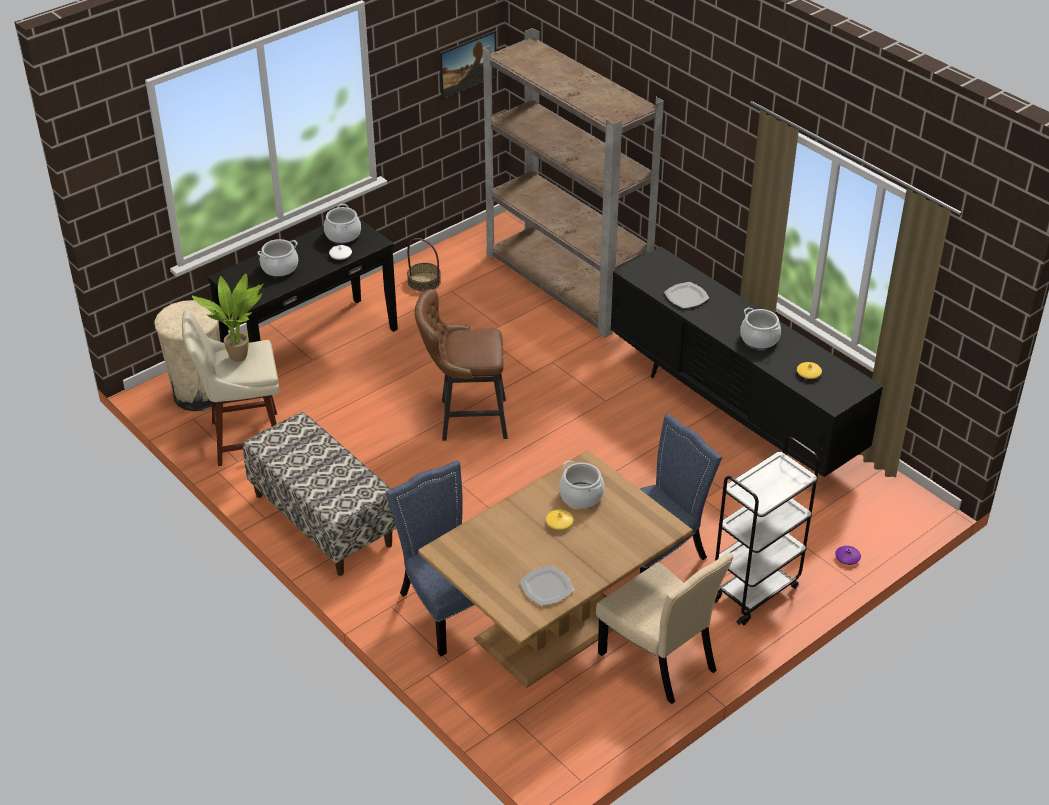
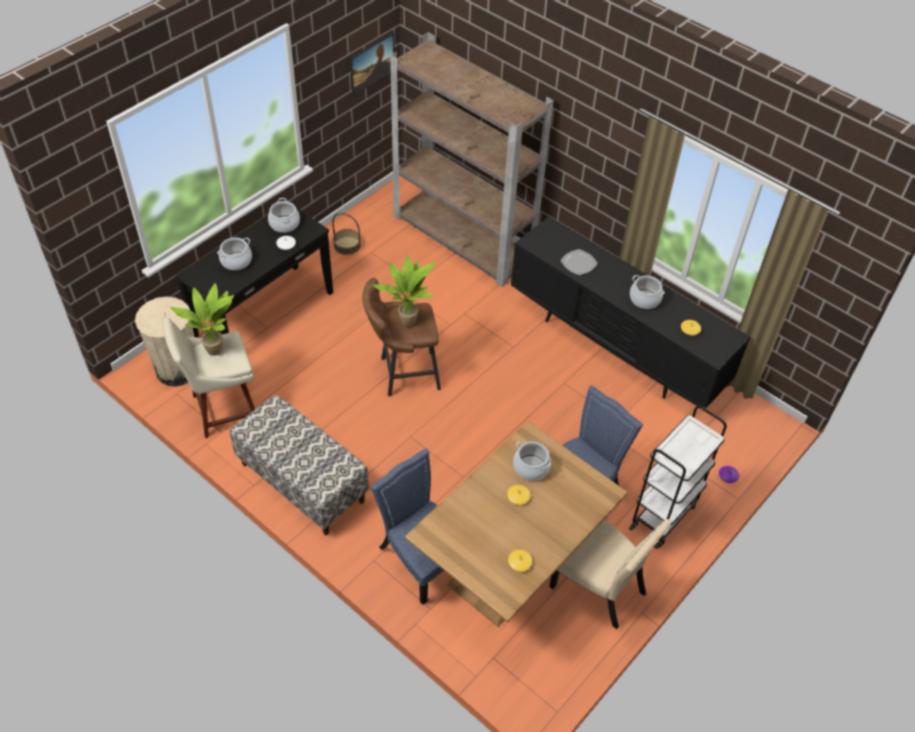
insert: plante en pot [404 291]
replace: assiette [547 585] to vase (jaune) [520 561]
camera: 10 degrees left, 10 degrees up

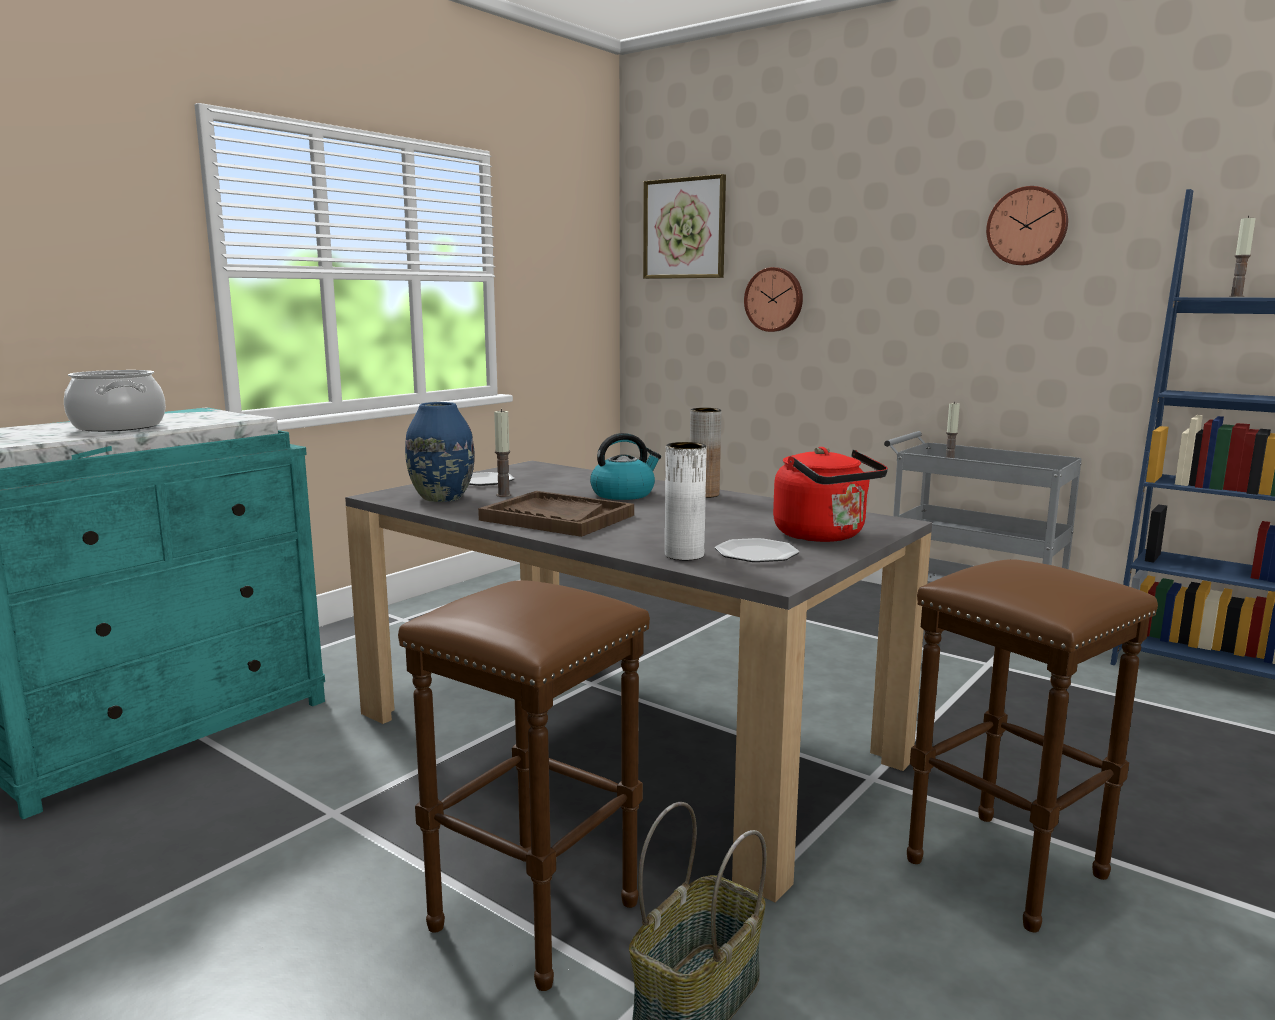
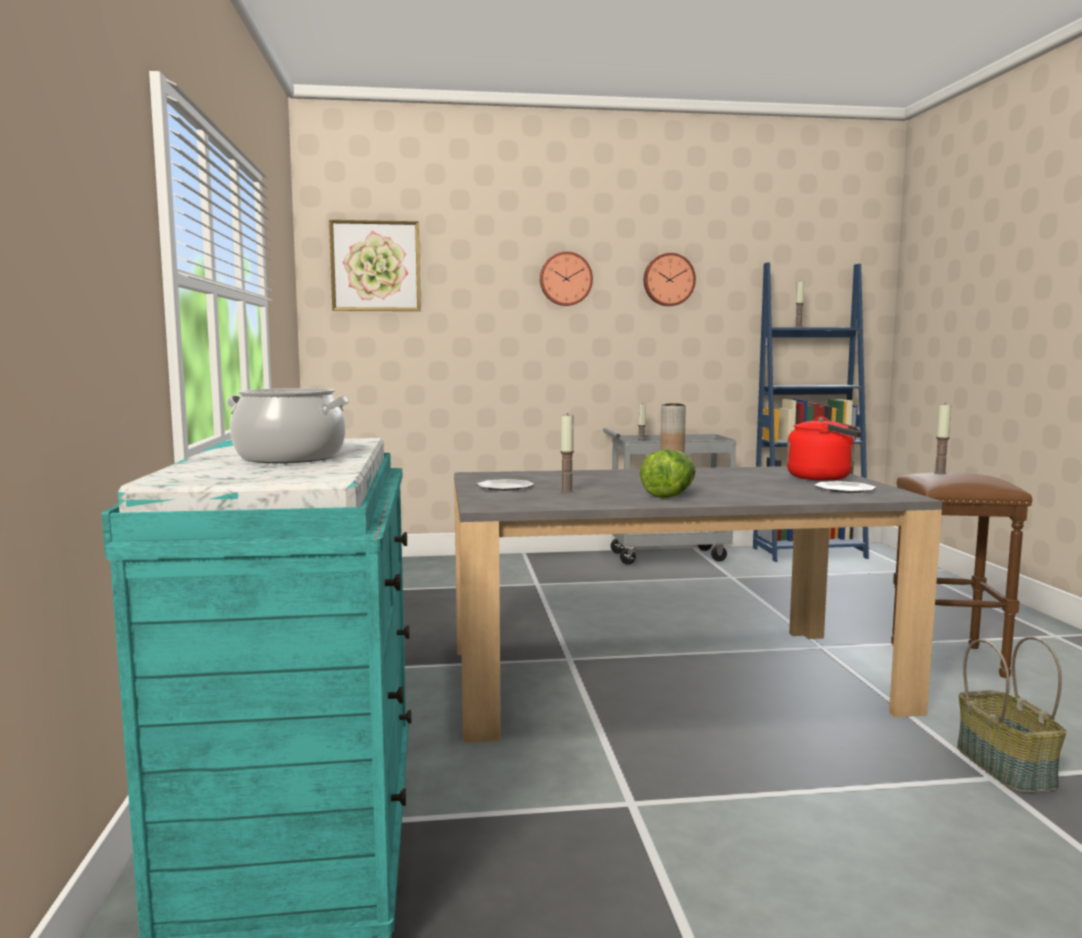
delete: vase (bleu) [440 452]; bouilloire [625 466]; vase (blanc) [686 501]; tabouret (marron) [524 785]
insert: bougie [942 438]
move: horloge murale [773 299] to [566 278]
replace: plateau (marron) [556 514] to laitue [668 473]
camera: 45 degrees left, 5 degrees down

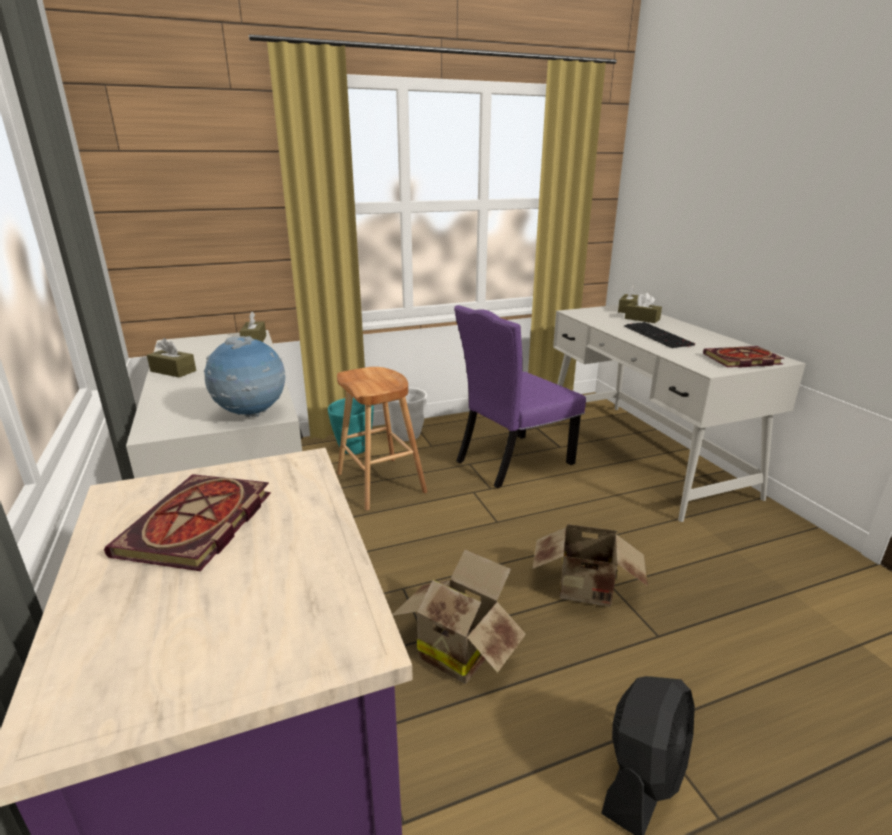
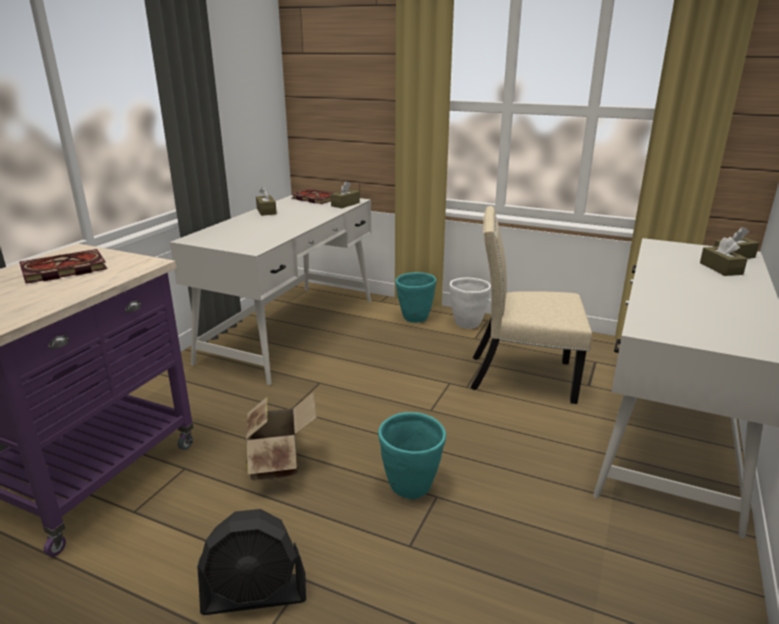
delete: clavier [659 335]; globe [244 376]; tabouret (marron) [382 439]
move: livre [744 357] to [312 196]
replace: carton [590 565] to cache-pot (turquoise) [412 455]
recolor: chaise (violet) [520 396] to chaise (beige) [531 305]
camera: 45 degrees right, 0 degrees up

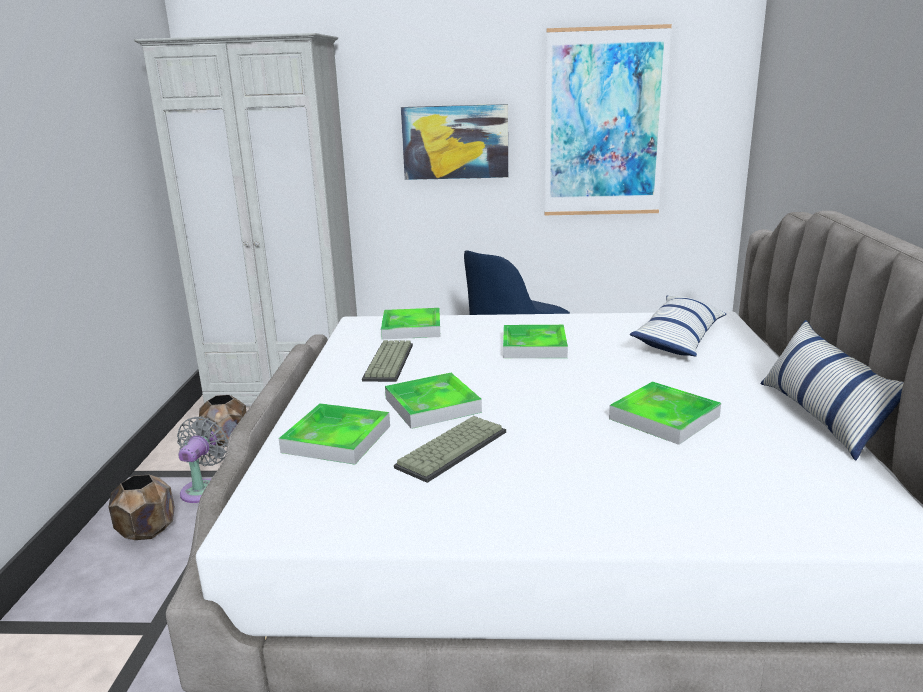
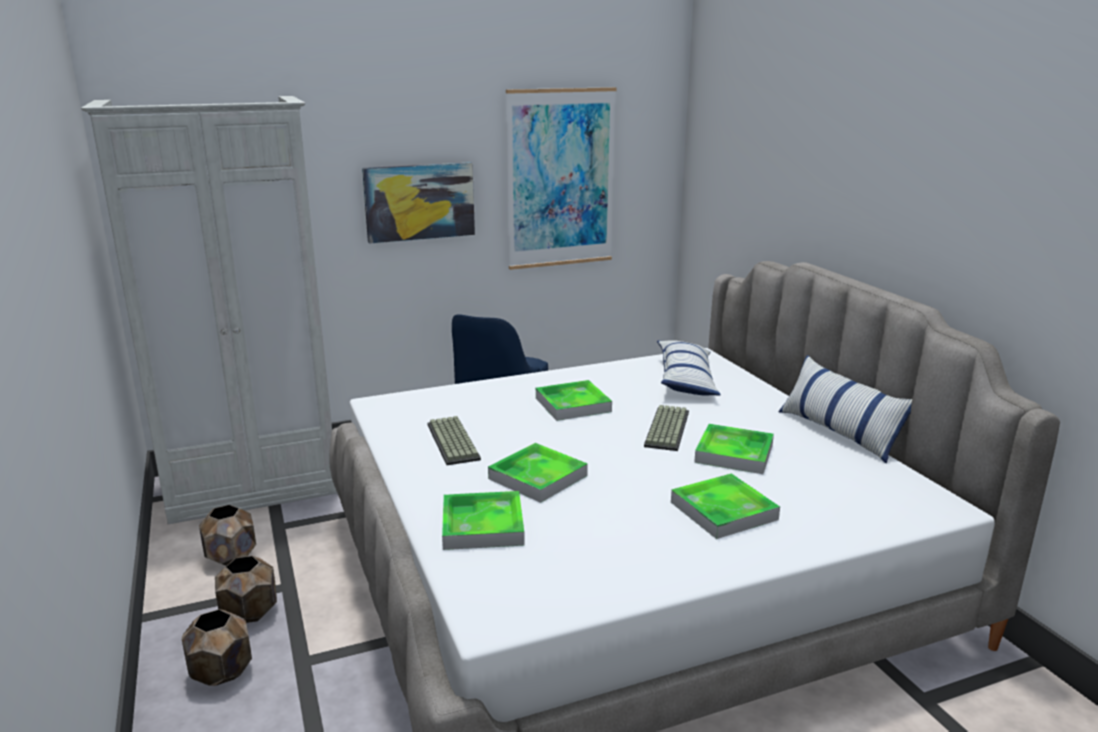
move: plateau [411 323] to [725 506]; clavier [450 449] to [666 428]
replace: ventilateur (gris) [202 459] to cache-pot (marron) [246 589]
camera: 25 degrees left, 0 degrees up

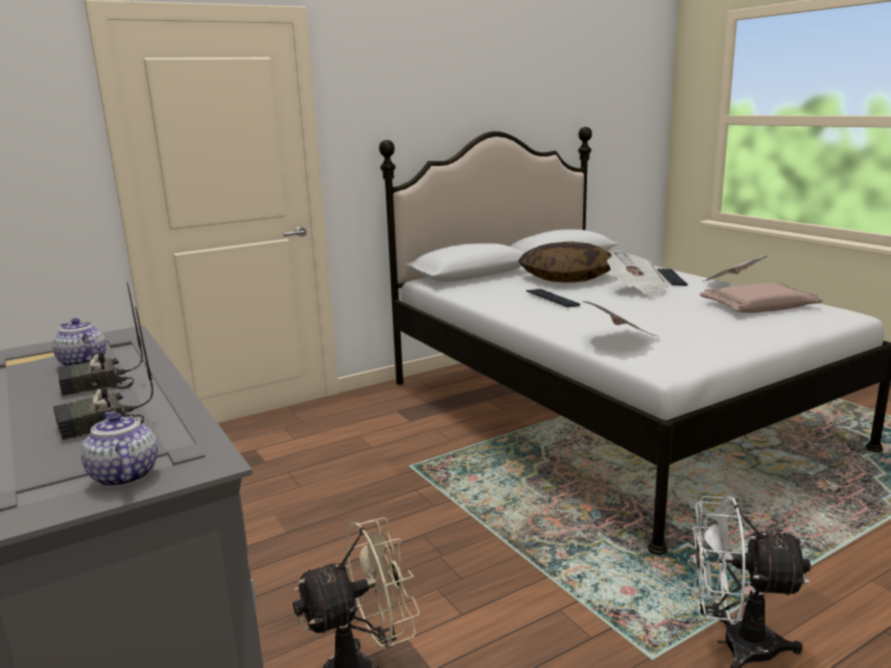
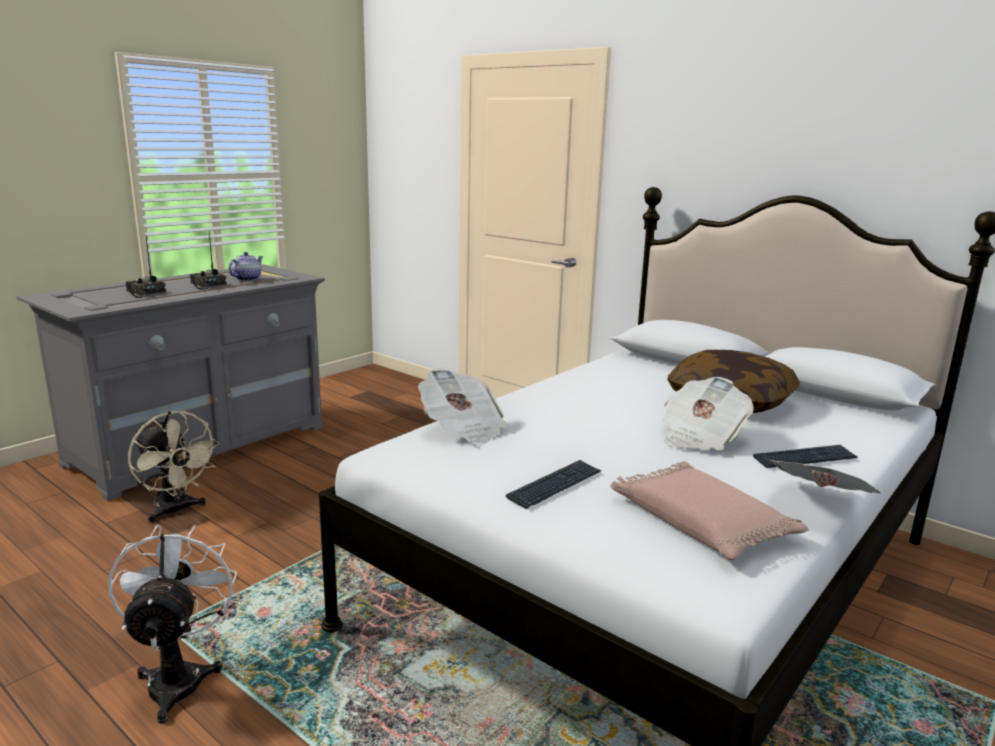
delete: théière [119 449]
move: clavier [553 298] to [554 484]
camera: 70 degrees right, 0 degrees up

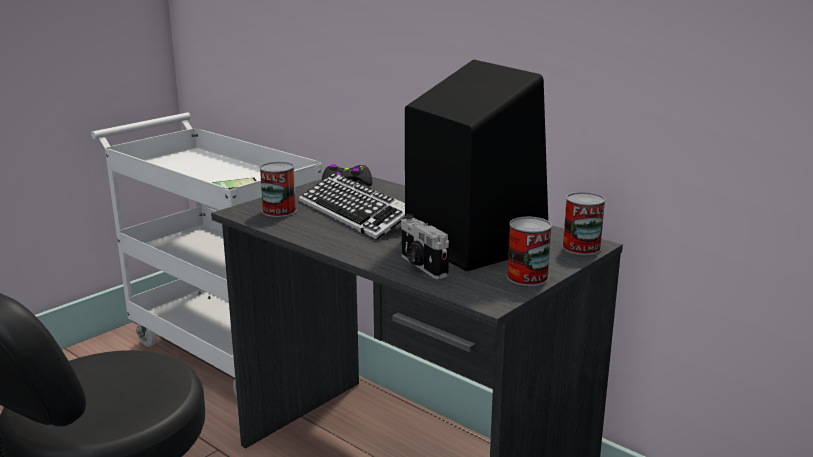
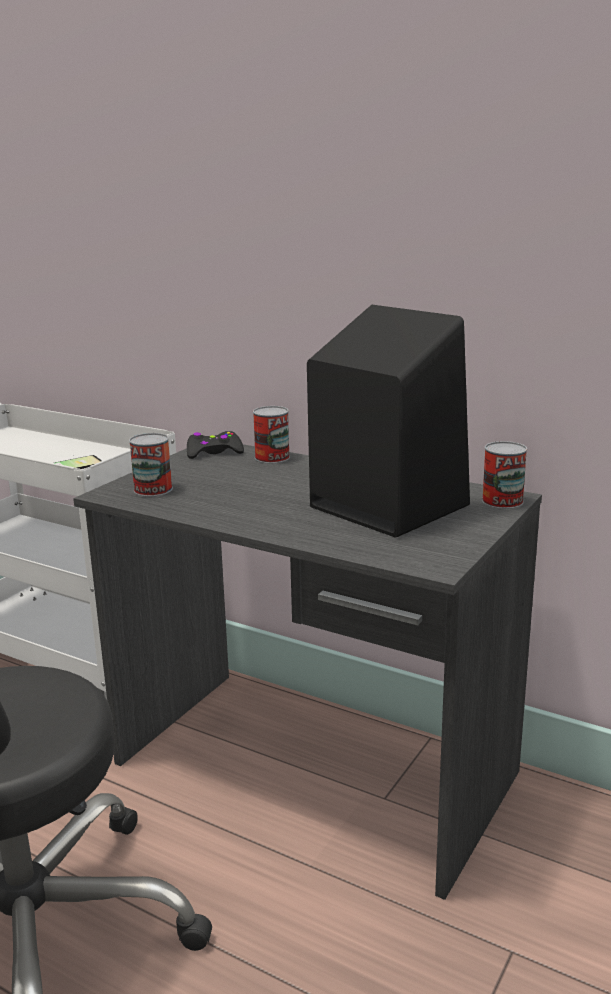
delete: clavier [352 206]; appareil photo [425 246]
move: boîte métallique [529 251] to [271 434]
camera: 10 degrees left, 0 degrees up

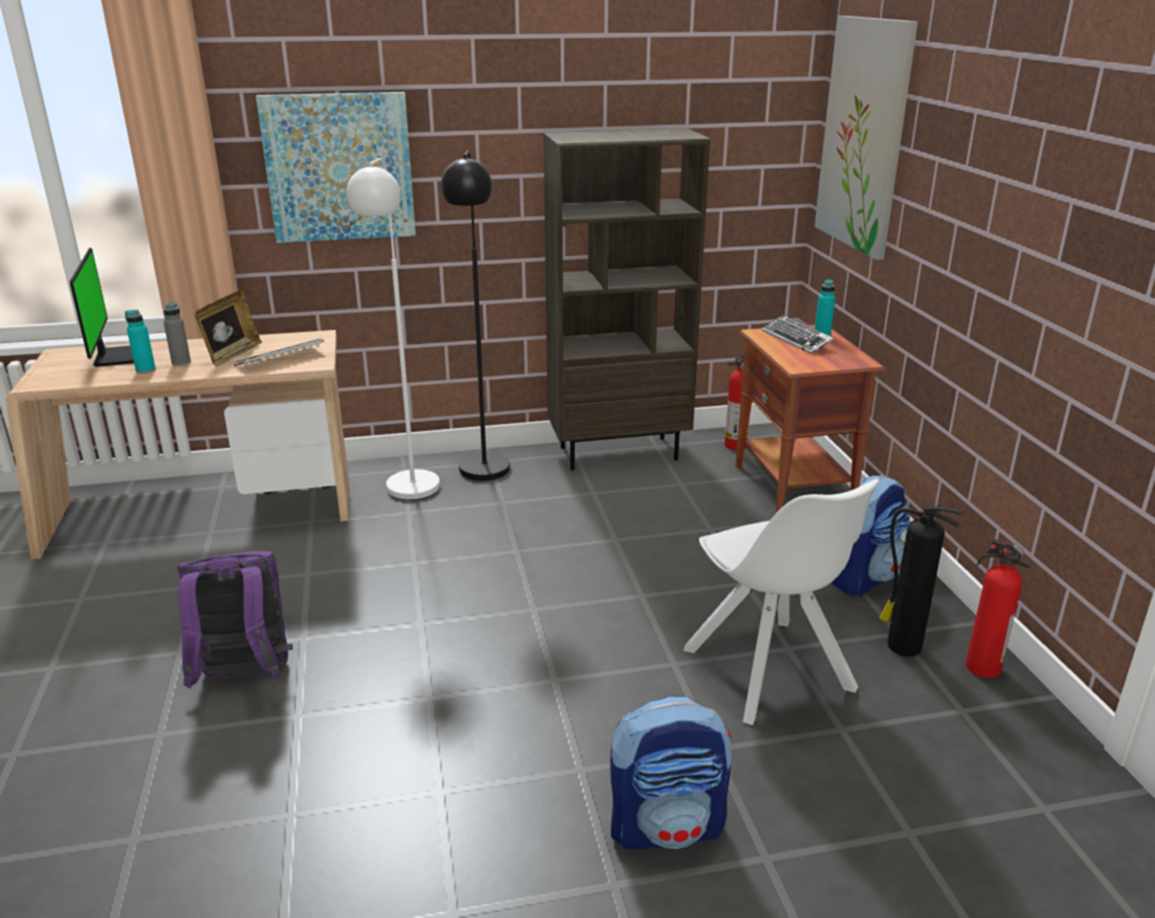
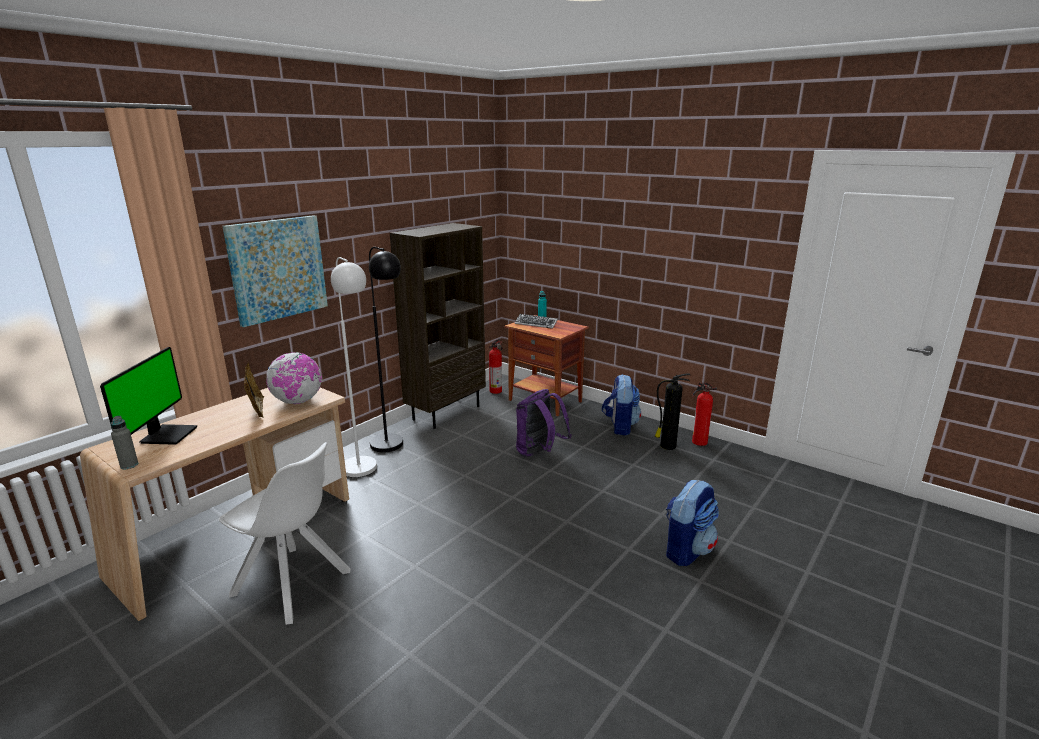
delete: tableau [866 138]; bouteille (turquoise) [140 341]
move: bouteille (gris) [177 333] to [124 442]; chaise (blanc) [782 602] to [284 533]; sac à dos (violet) [235 619] to [544 423]
replace: clavier [279 352] to globe [294 378]
rotate: écran d'ordinateur [102 307] = [148 396] 60 degrees clockwise
camera: 40 degrees left, 5 degrees down

